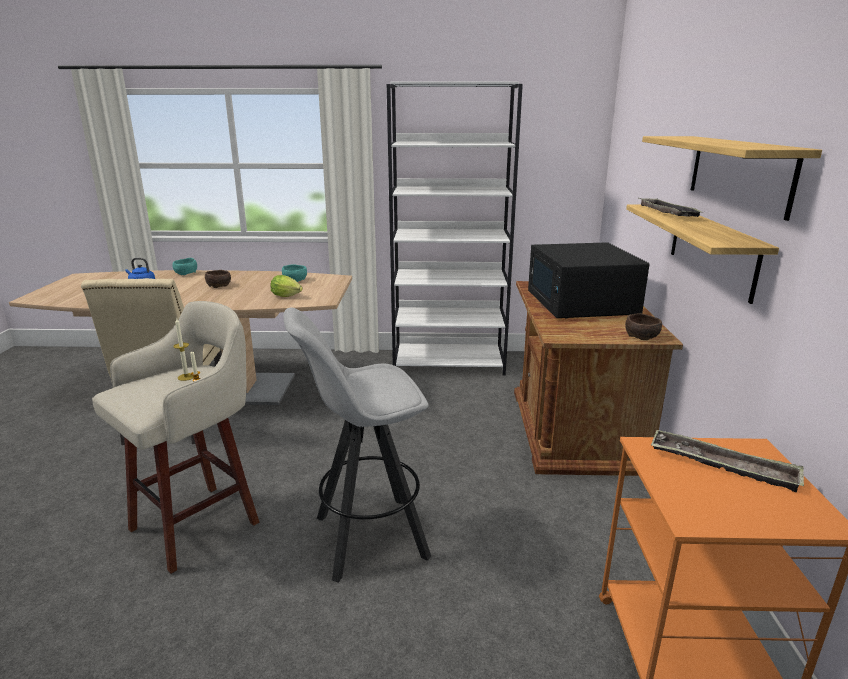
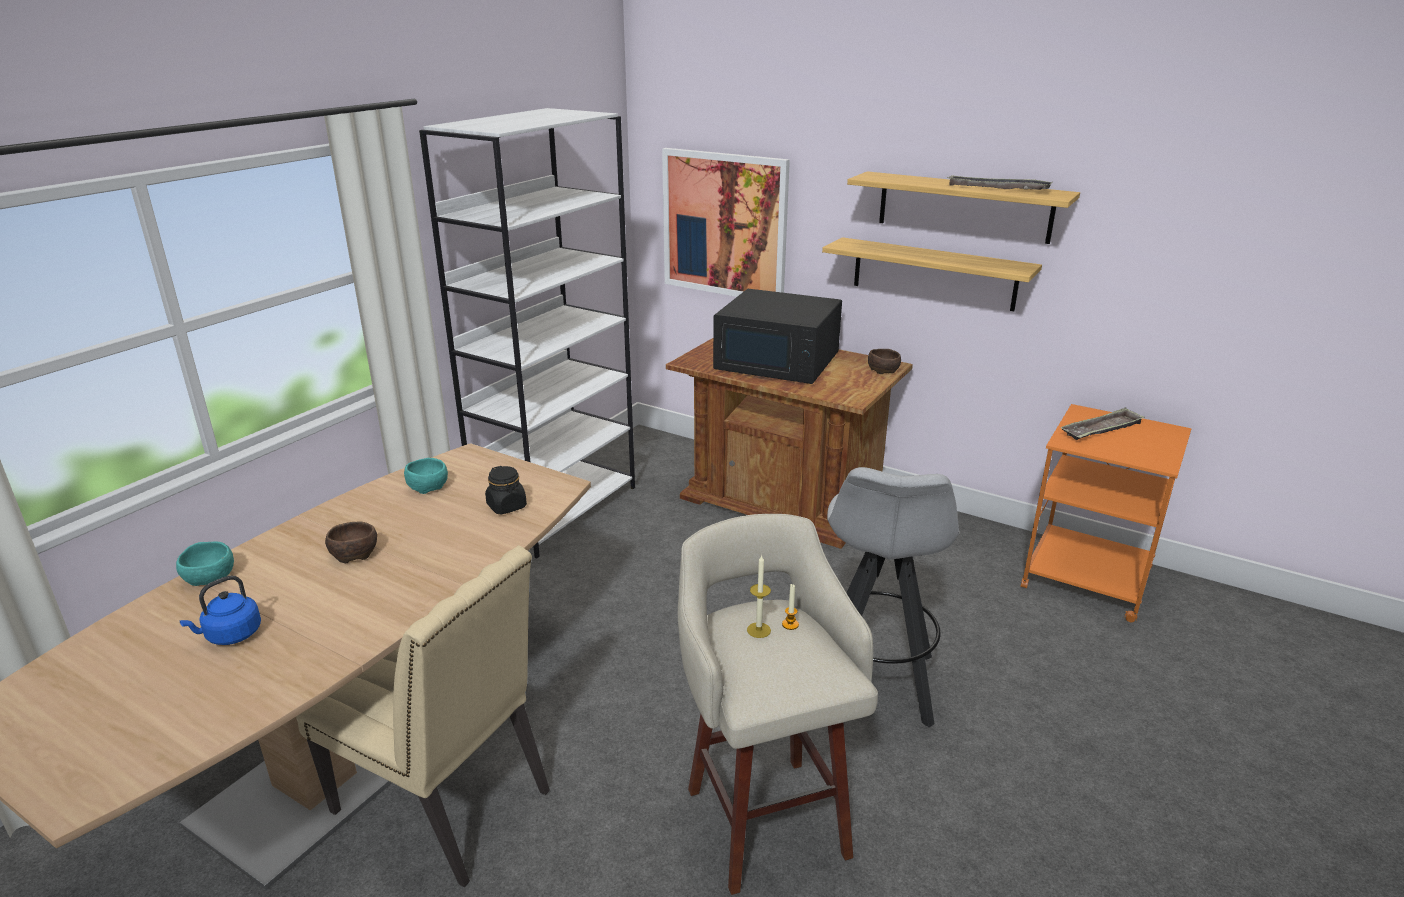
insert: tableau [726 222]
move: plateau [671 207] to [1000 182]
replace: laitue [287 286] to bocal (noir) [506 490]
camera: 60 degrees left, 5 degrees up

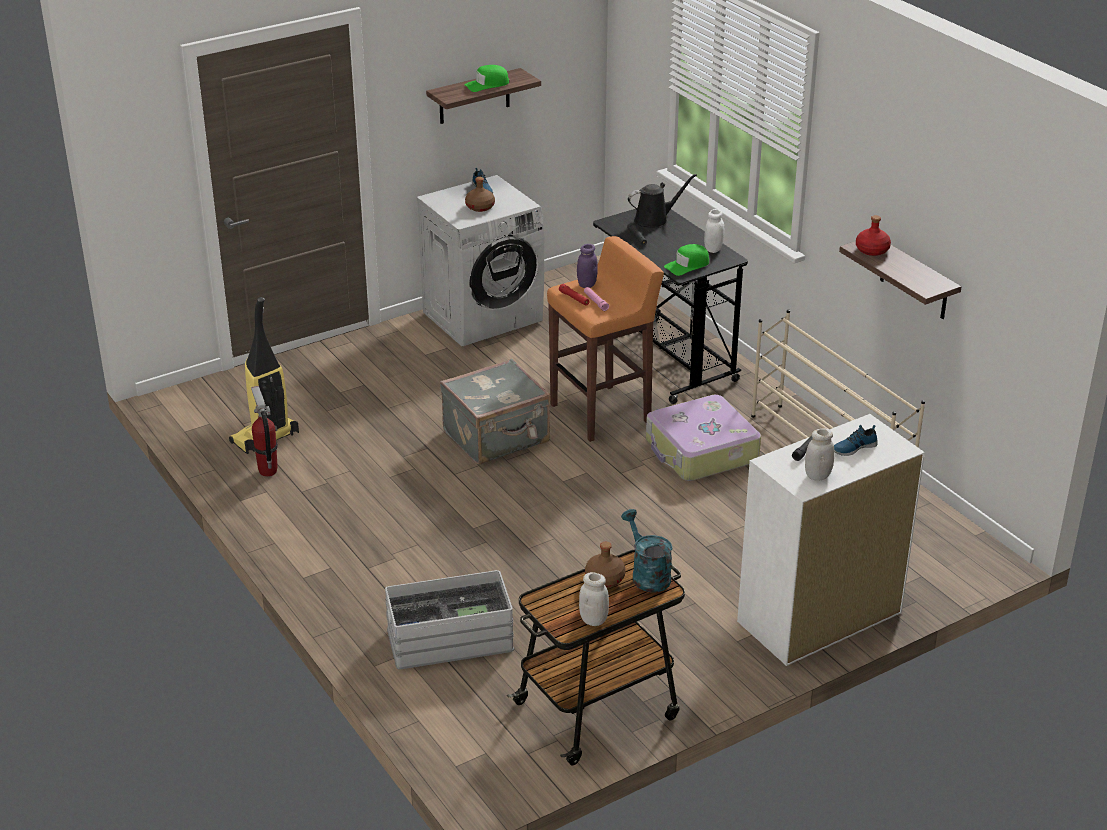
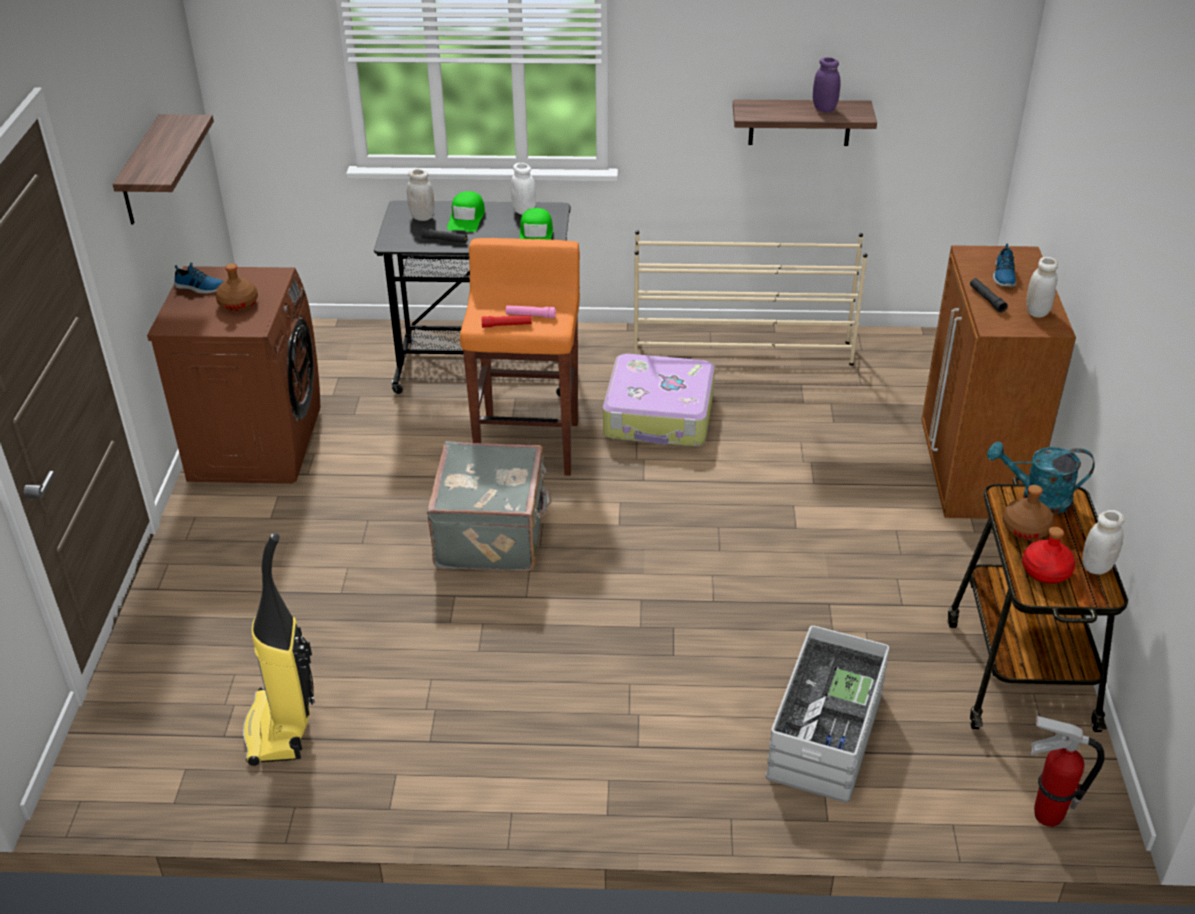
move: casquette (vert) [486 78] to [466 211]; bouteille (rouge) [873 235] to [1048 555]; bocal (violet) [587 266] to [827 85]; extincteur [264 431] to [1067 771]
replace: arrosoir (noir) [662 201] to bocal (blanc) [421 195]
recolor: lave-linge (blanc) [480 260] to lave-linge (marron) [233 375]; meuble de rangement (blanc) [831 540] to meuble de rangement (marron) [998 382]
camera: 55 degrees left, 5 degrees up

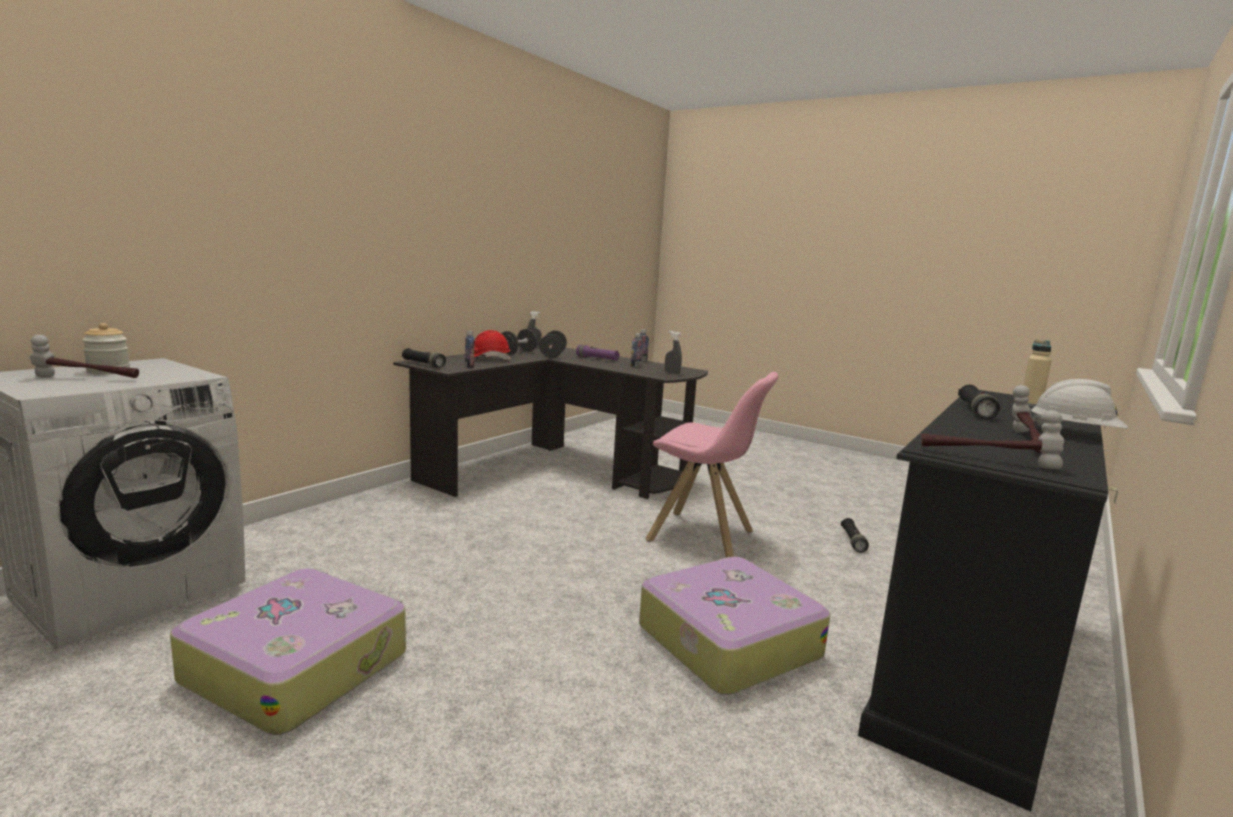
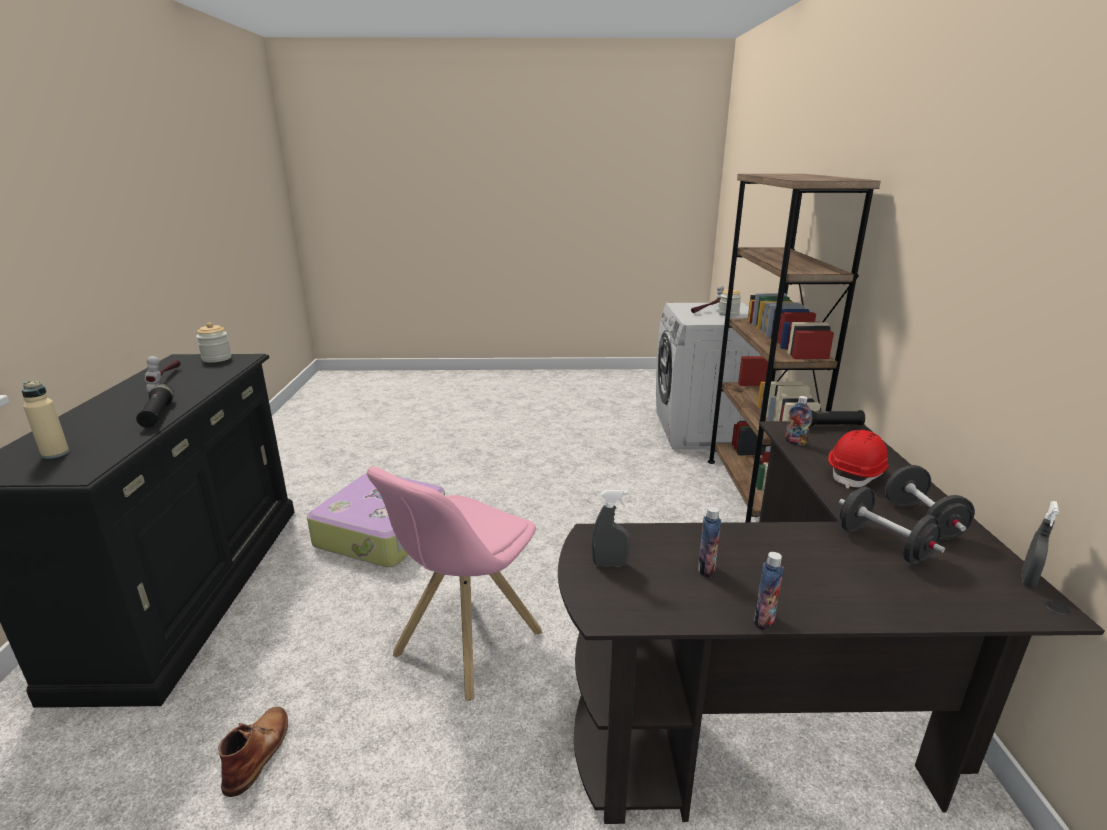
delete: lampe de poche (violet) [598 353]; casque de chantier (blanc) [1079 404]; valise [288 651]
insert: bibliothèque (marron) [794 348]
replace: marteau [992 439] to bocal [214 342]; lampe de poche (noir) [855 535] to botte (marron) [253 752]
rotate: chaise (rose) [711 465] = [454 583] 45 degrees counterclockwise
camera: 145 degrees right, 10 degrees up

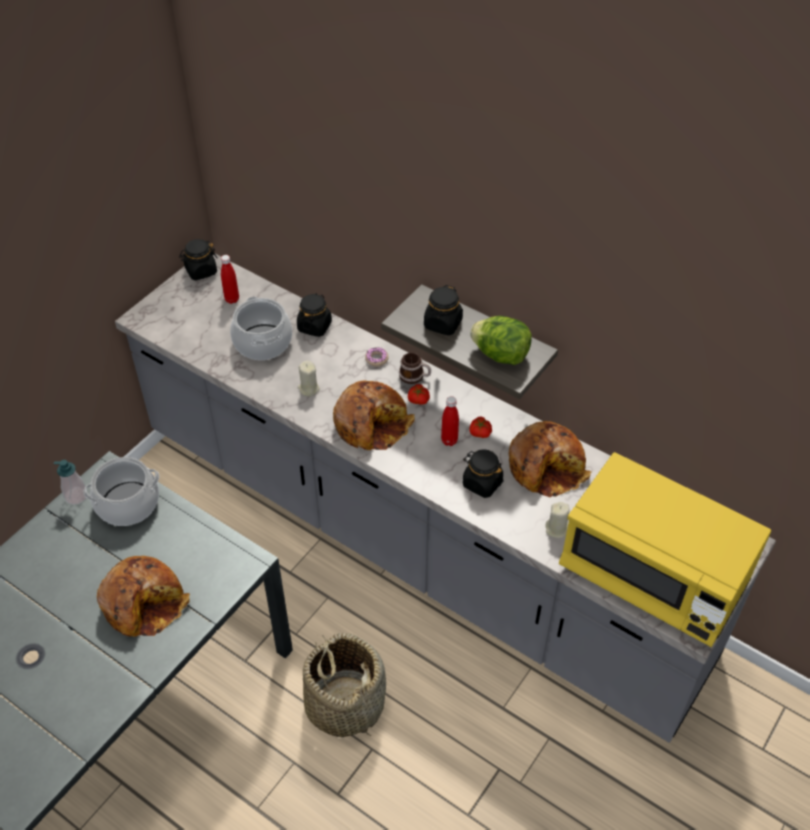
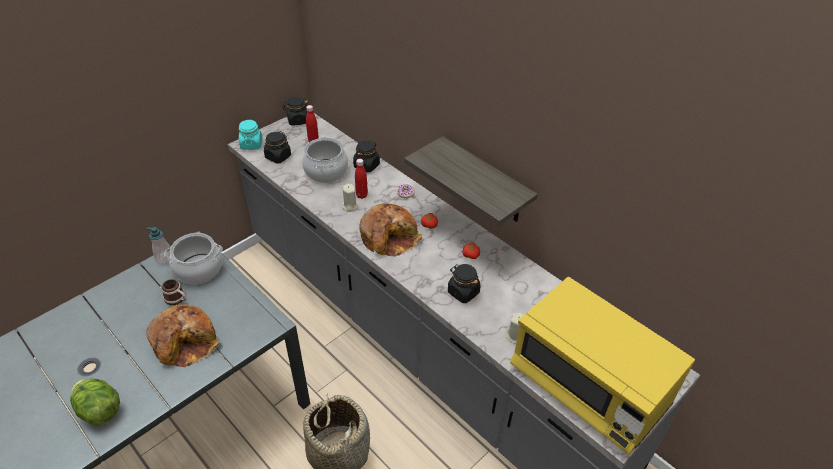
delete: pain [550 459]
insert: bocal (turquoise) [251 135]
move: bocal (noir) [443 310] to [277 147]; laitue [501 340] to [95 402]; mug [415 368] to [174 292]; bouteille (rouge) [450 421] to [361 179]
camera: 10 degrees right, 5 degrees down

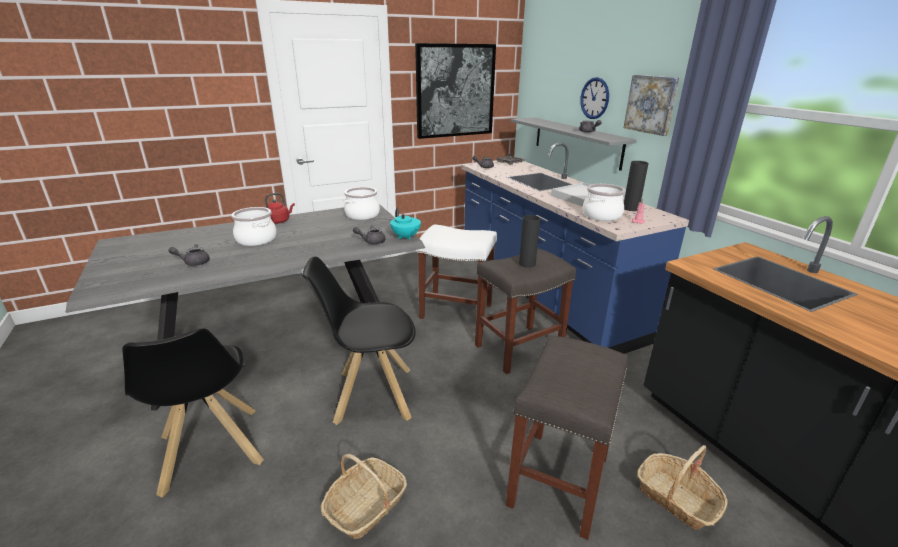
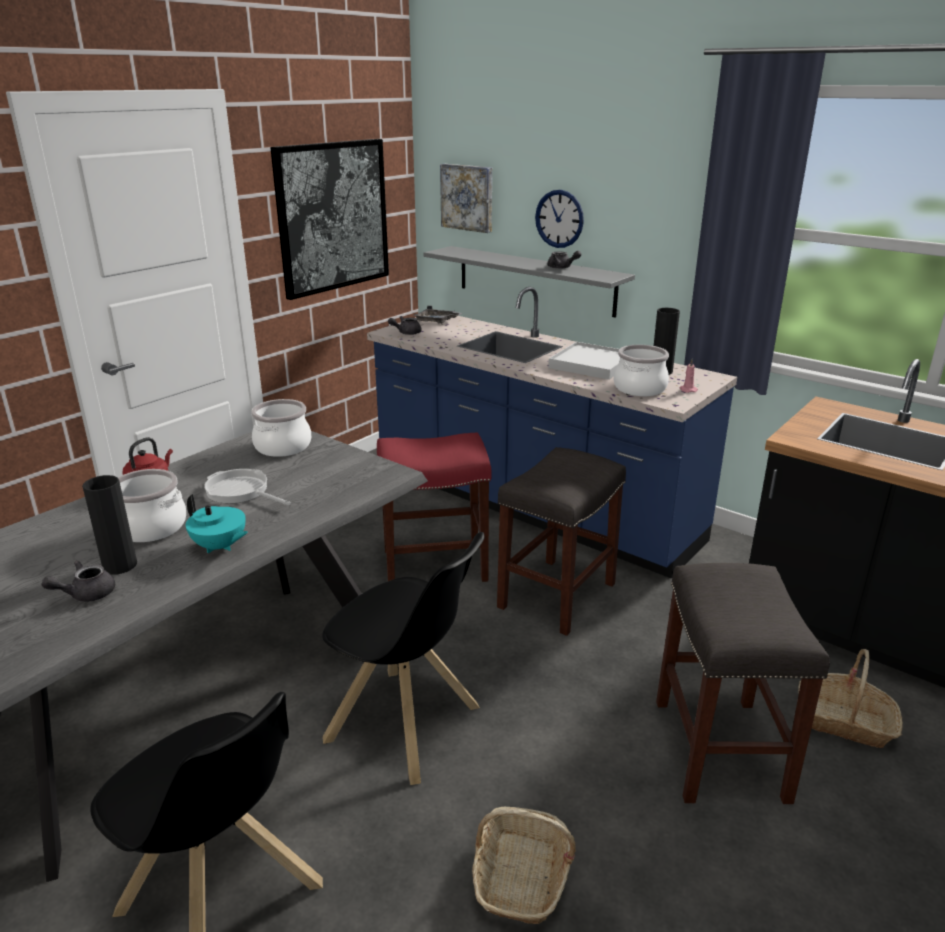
delete: théière (gris) [369 234]
insert: poêle [247 487]
move: tableau [652 105] to [466 198]; théière (turquoise) [405 223] to [217 523]; vase (noir) [529 241] to [109 525]
recolor: tabouret (blanc) [457 272] to tabouret (rouge) [434 507]
rotate: chaise (noir) [359 340] = [403 658] 120 degrees counterclockwise
camera: 25 degrees left, 0 degrees up

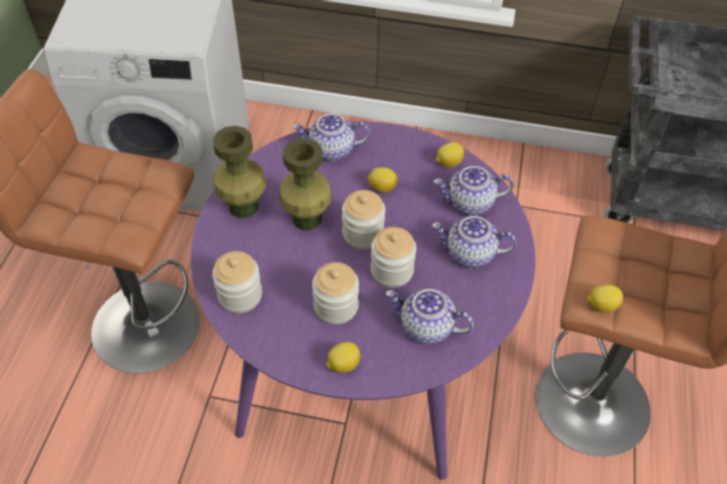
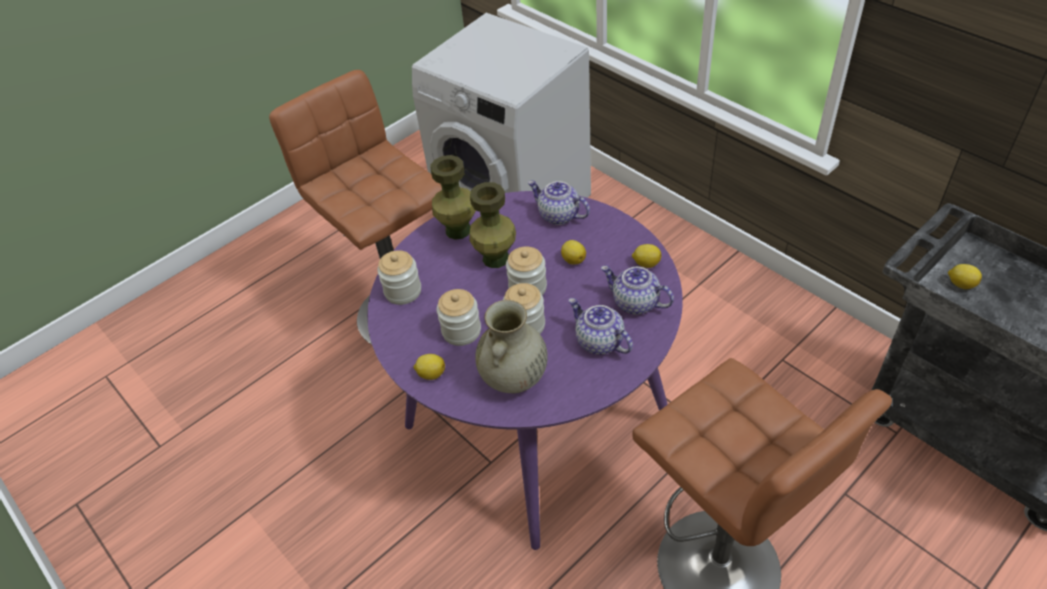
move: citron [605 298] to [965 276]
replace: théière [430 316] to vase (beige) [511 346]
camera: 40 degrees right, 5 degrees down

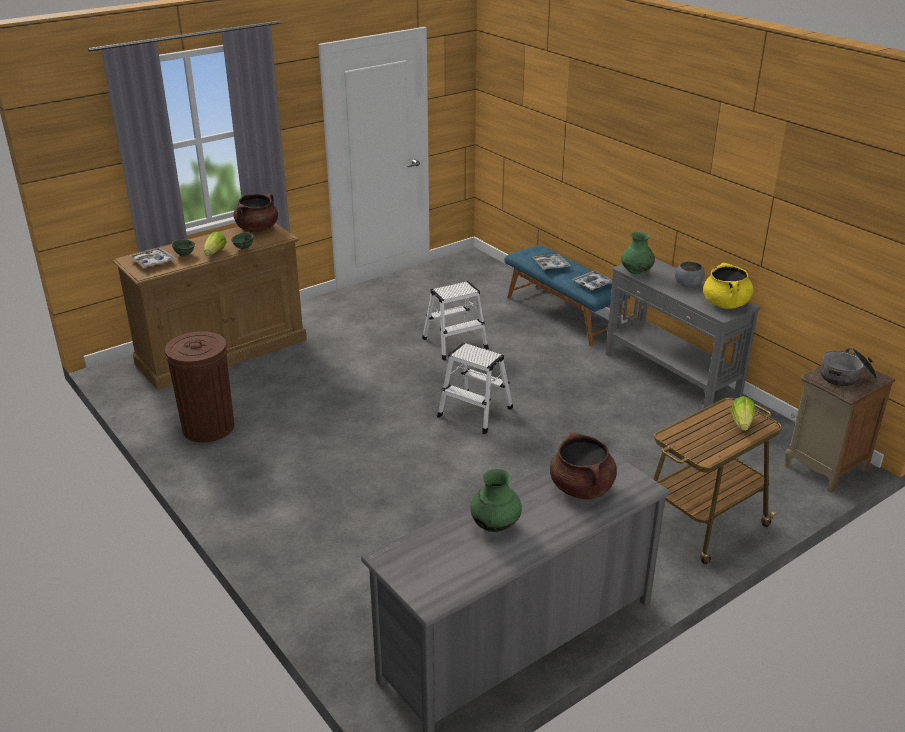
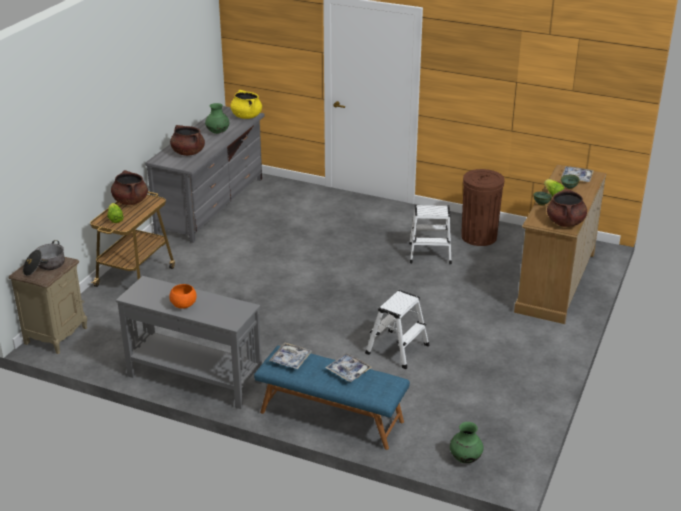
insert: marmite (marron) [129 187]
move: vase (vert) [638 253] to [467 442]; marmite (jaune) [728 286] to [246 104]; escabeau (blanc) [475 388] to [430 234]
recolor: bol (gris) [690 274] to bol (orange) [183 296]
camera: 150 degrees right, 0 degrees up

